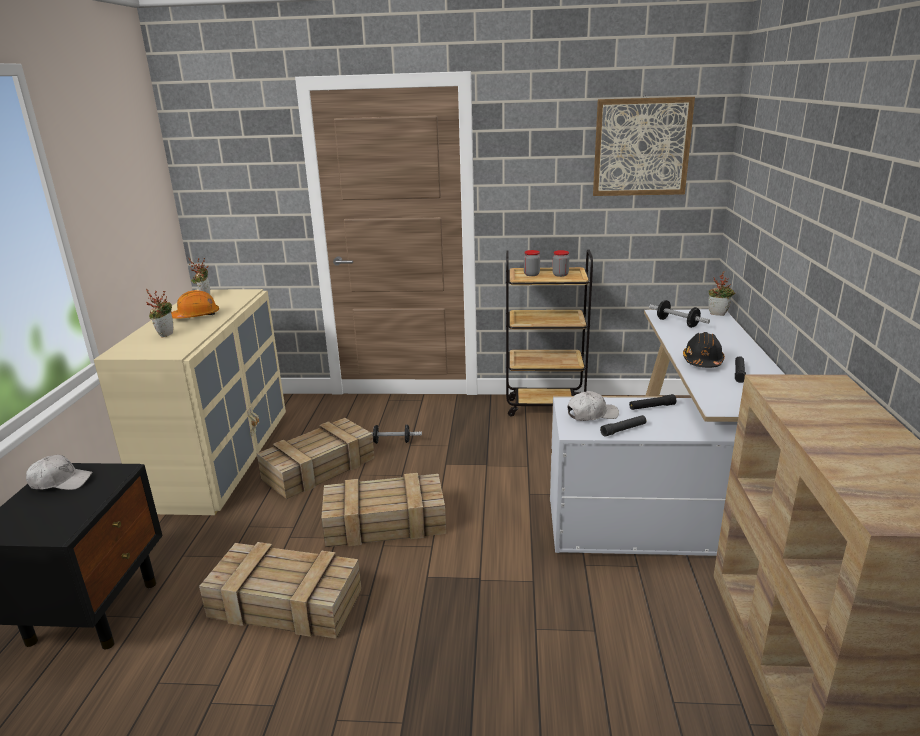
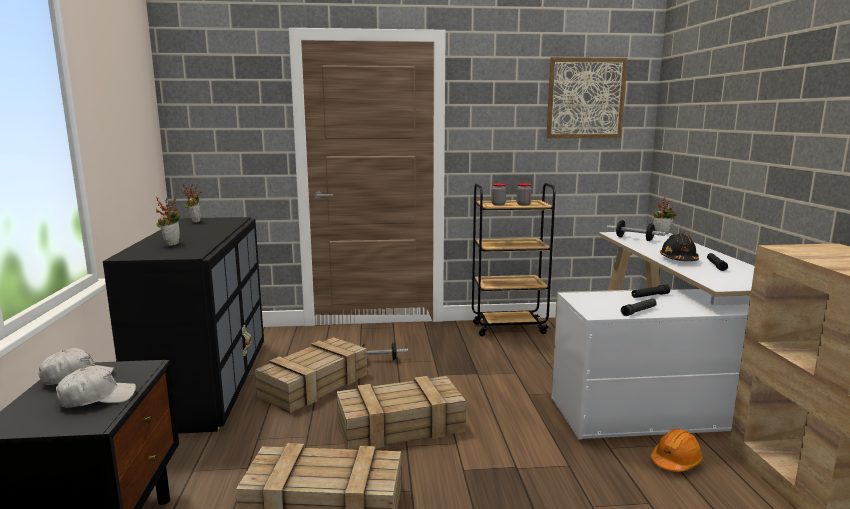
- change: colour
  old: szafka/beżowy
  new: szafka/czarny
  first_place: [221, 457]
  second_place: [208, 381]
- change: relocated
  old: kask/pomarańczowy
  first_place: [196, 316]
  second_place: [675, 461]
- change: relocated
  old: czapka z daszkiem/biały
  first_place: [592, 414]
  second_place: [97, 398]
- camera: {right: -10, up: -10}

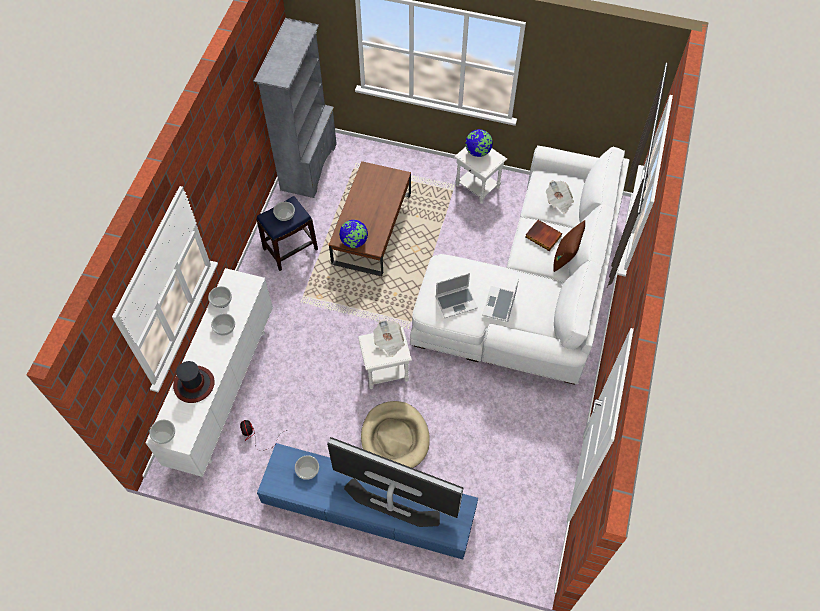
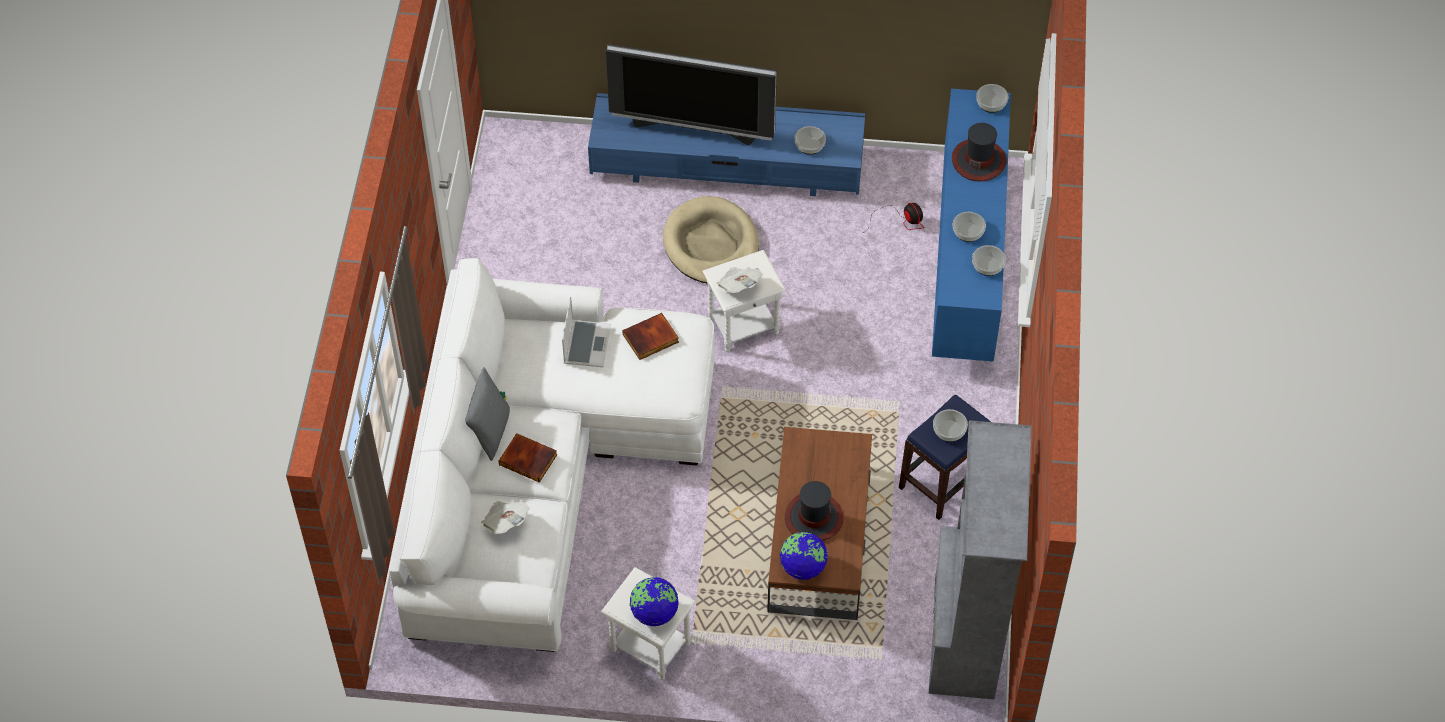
- change: colour
  old: szafka/biały
  new: szafka/niebieski
  first_place: [223, 391]
  second_place: [967, 267]
- change: relocated
  old: globus
  first_place: [354, 242]
  second_place: [802, 567]
- change: exchanged
  old: laptop
  new: książka
  first_place: [456, 302]
  second_place: [650, 339]
- change: colour
  old: poduszka/brązowy
  new: poduszka/szary
  first_place: [565, 257]
  second_place: [490, 432]
- change: appeared
  new: kapelusz
  second_place: [813, 518]
- camera: {right: 170, up: -5}

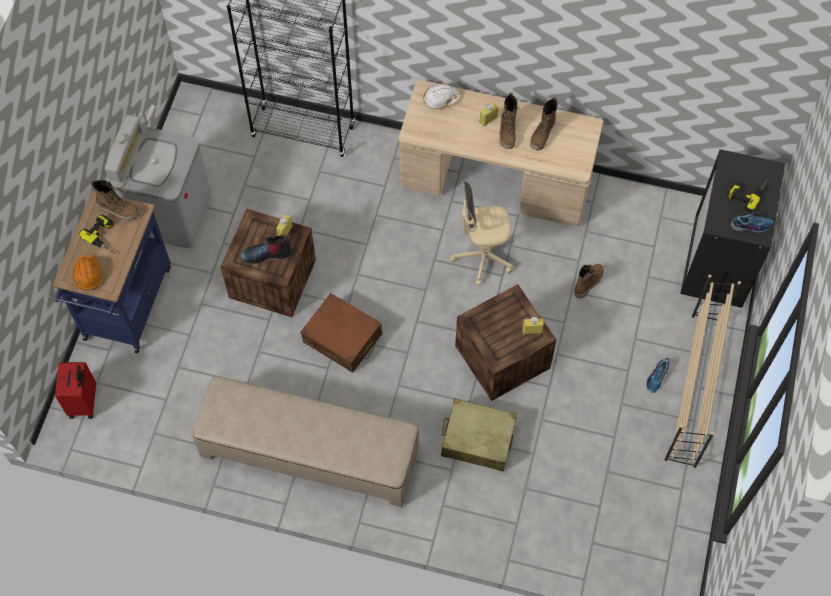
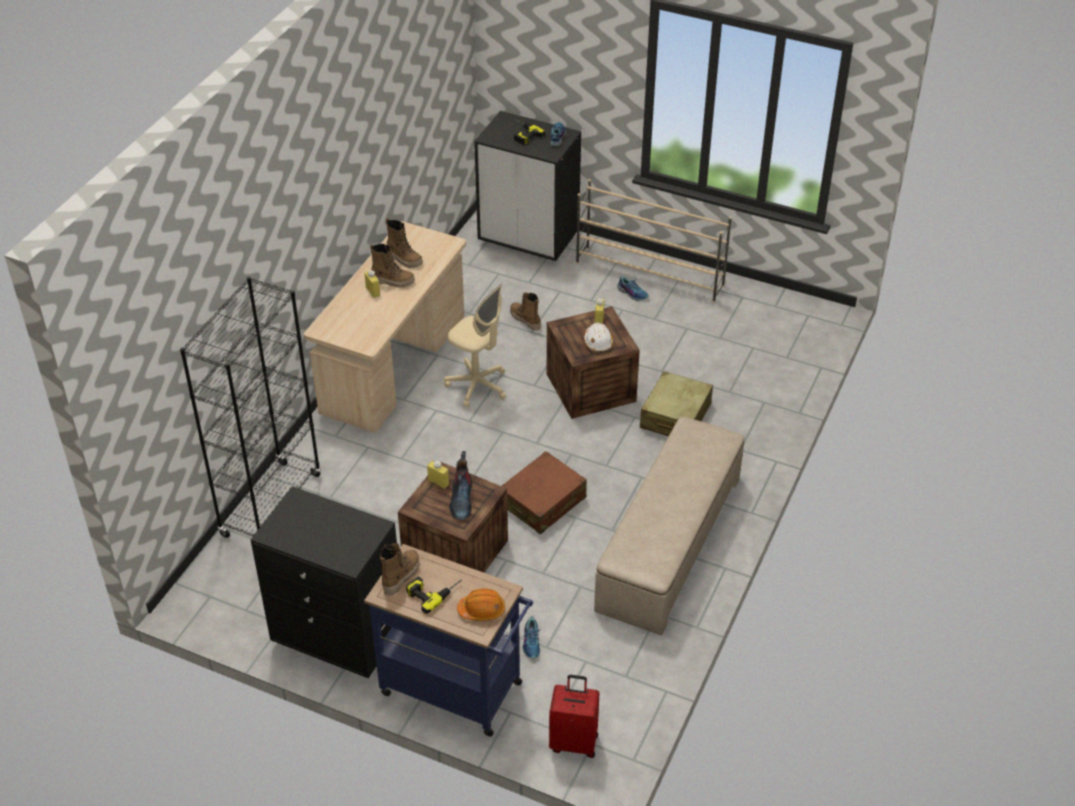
- change: exchanged
  old: pralka/szary
  new: szafka/czarny
  first_place: [170, 212]
  second_place: [337, 638]
- change: relocated
  old: kask/biały
  first_place: [440, 99]
  second_place: [598, 342]
- change: spun
  old: krzesło biurowe/beżowy
  first_place: [482, 257]
  second_place: [477, 386]
  degrees: -60
- change: appeared
  new: but
  second_place: [532, 642]
- camera: {right: -80, up: -20}

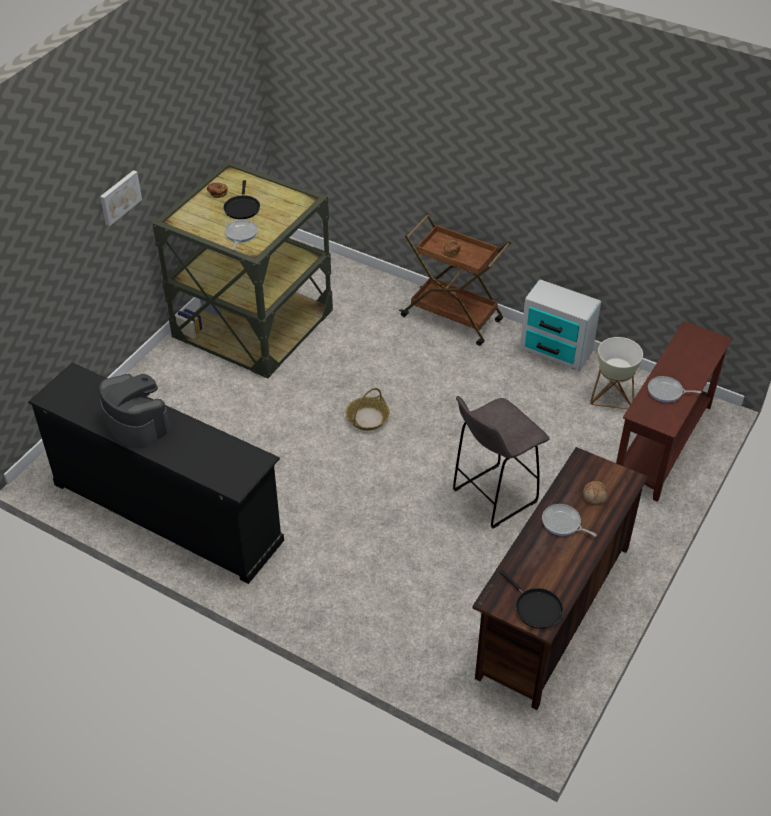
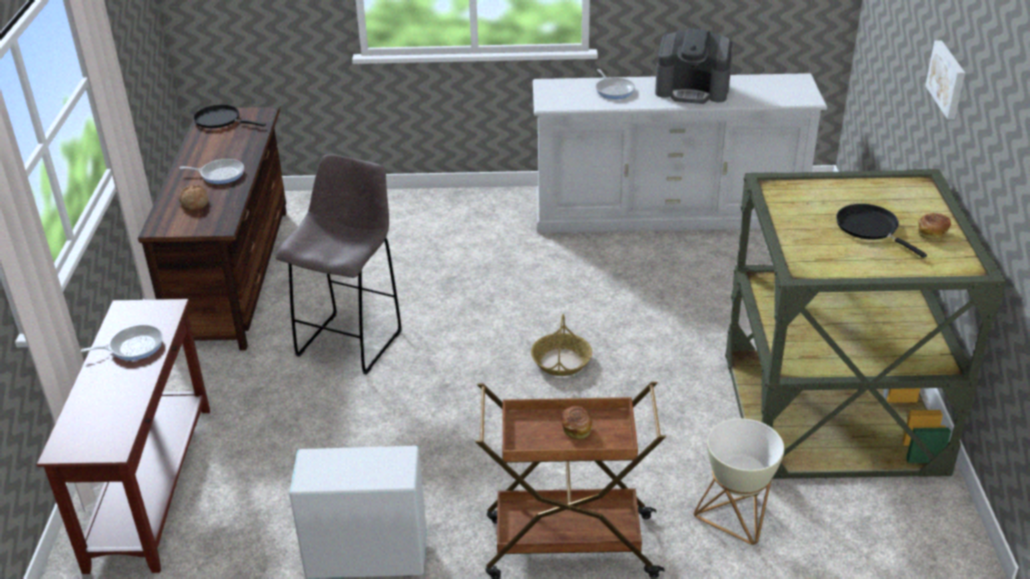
- change: colour
  old: szafka/czarny
  new: szafka/biały
  first_place: [166, 511]
  second_place: [668, 212]
- change: relocated
  old: patelnia
  first_place: [240, 235]
  second_place: [614, 90]
- change: relocated
  old: donica
  first_place: [612, 397]
  second_place: [734, 520]
- camera: {right: 150, up: -10}

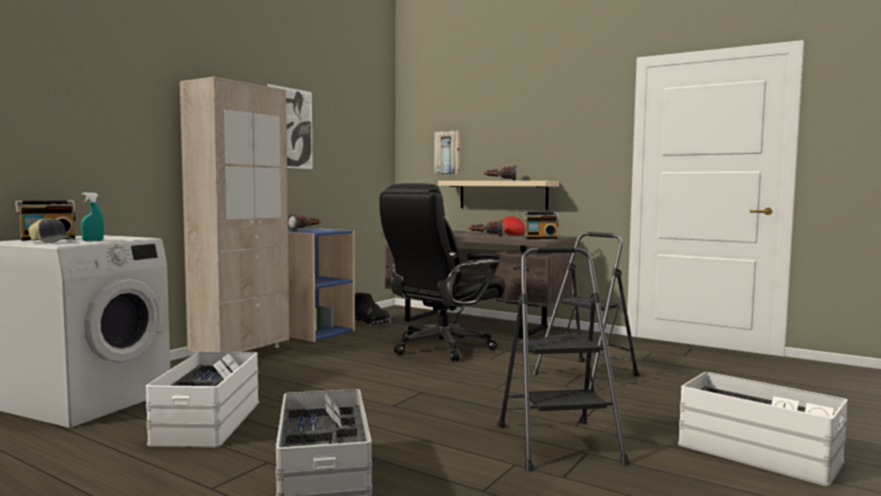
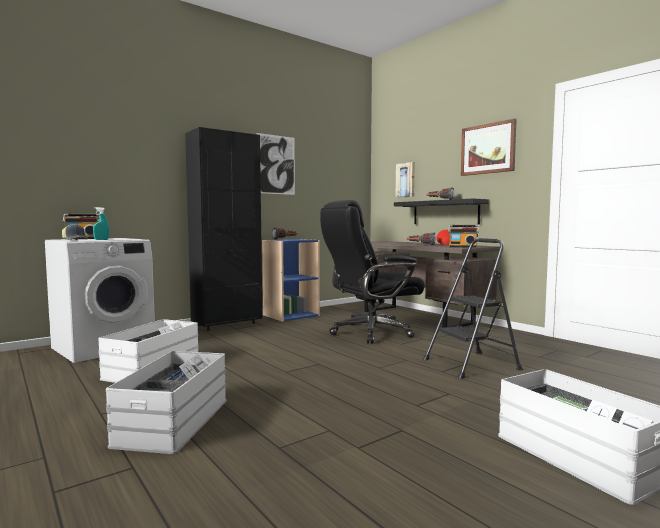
- change: colour
  old: szafka/beżowy
  new: szafka/czarny
  first_place: [241, 351]
  second_place: [227, 324]
- change: missing
  old: but z cholewką/czarny
  first_place: [371, 322]
- change: colour
  old: półka/beżowy
  new: półka/czarny
  first_place: [503, 195]
  second_place: [445, 212]
- change: missing
  old: drabinka/czarny
  first_place: [557, 441]
- change: appeared
  new: obraz
  second_place: [488, 149]
- camera: {right: 20, up: 0}

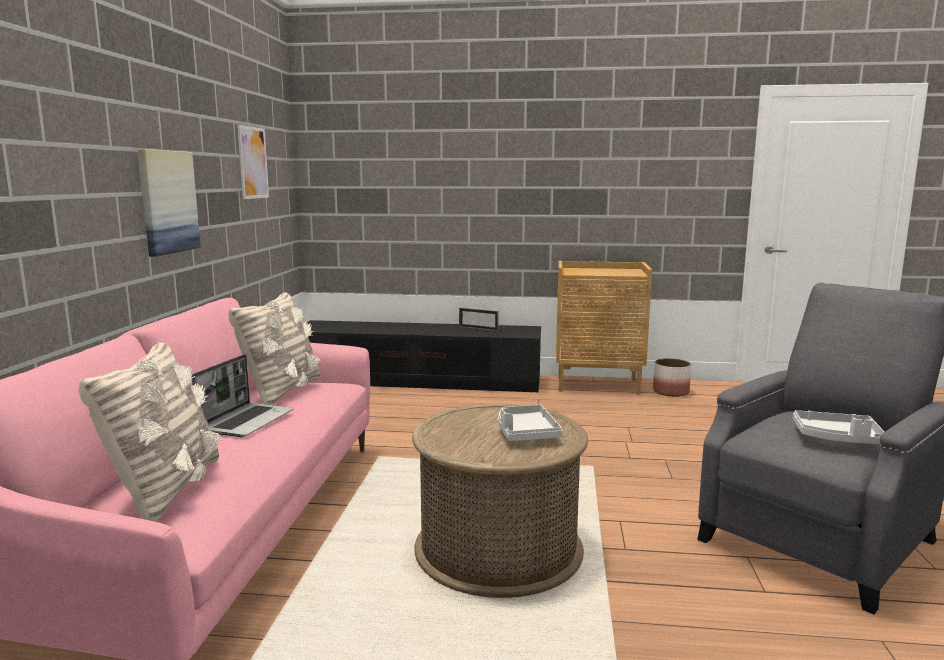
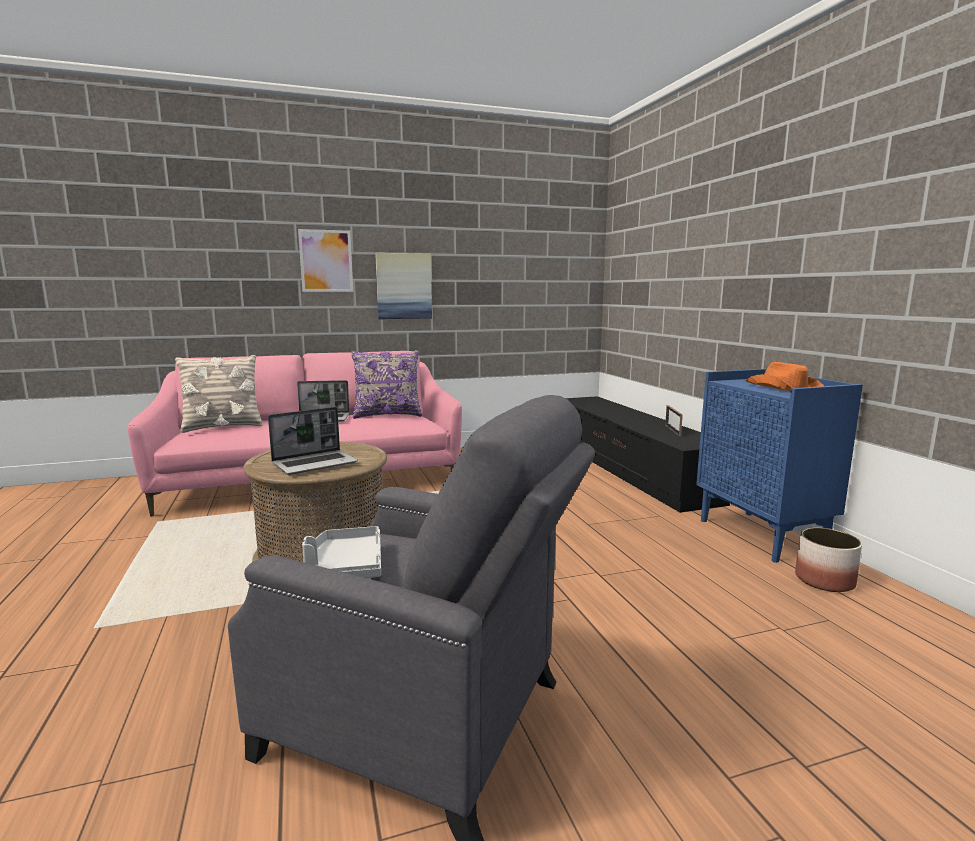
- change: colour
  old: poduszka/beżowy
  new: poduszka/fioletowy
  first_place: [283, 392]
  second_place: [387, 416]
- change: relocated
  old: obraz
  first_place: [253, 162]
  second_place: [326, 261]
- change: exchanged
  old: taca/szary
  new: laptop
  first_place: [525, 433]
  second_place: [315, 463]
- change: colour
  old: szafka/brązowy
  new: szafka/niebieski
  first_place: [598, 385]
  second_place: [761, 536]
- change: appeared
  new: kapelusz/pomarańczowy
  second_place: [783, 388]
- camera: {right: 65, up: 0}

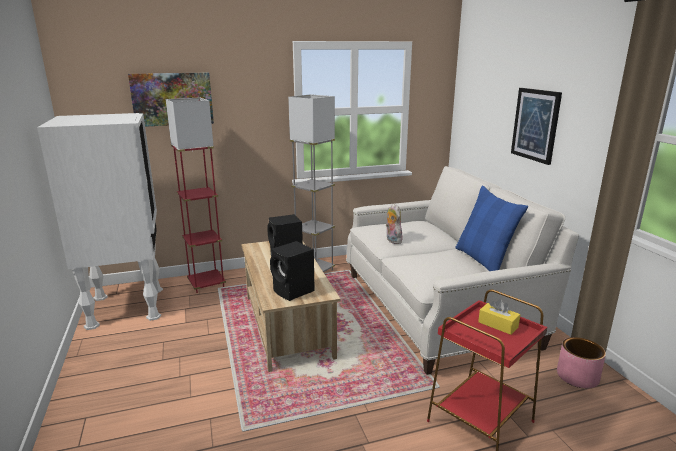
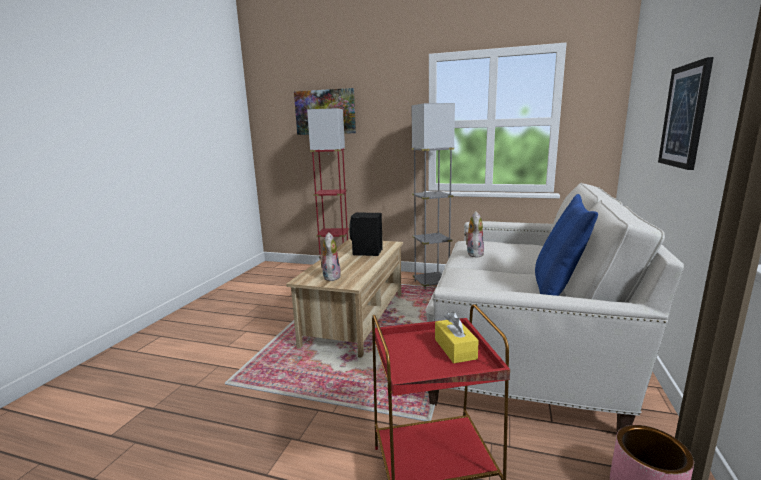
- change: missing
  old: szafka/biały
  first_place: [127, 306]
- change: exchanged
  old: głośnik/czarny
  new: pluszak
  first_place: [294, 291]
  second_place: [330, 276]
- camera: {right: 35, up: -5}

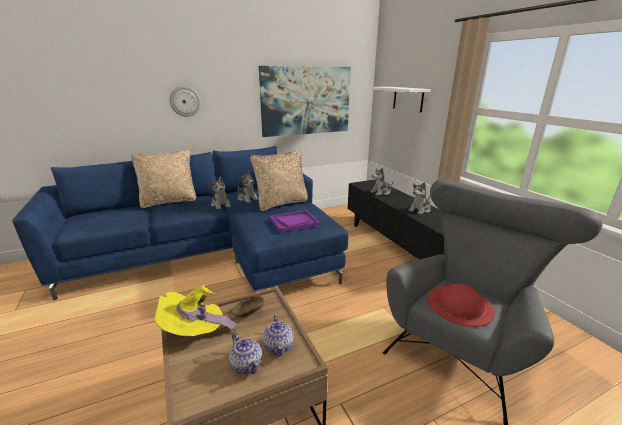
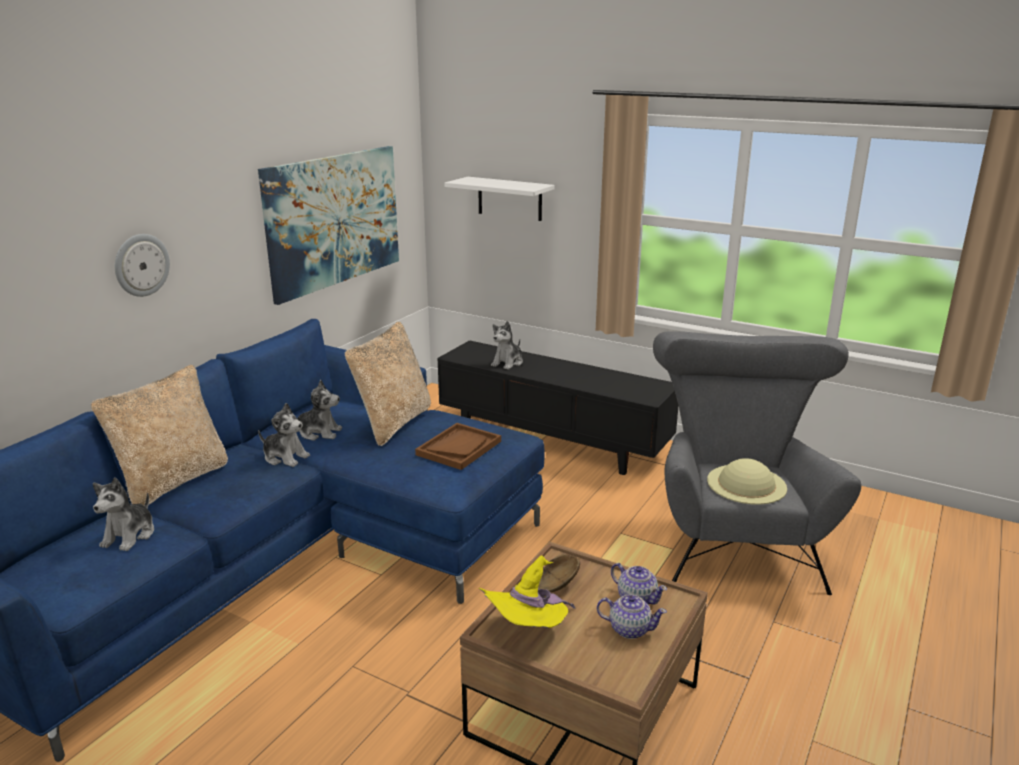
- change: colour
  old: taca/fioletowy
  new: taca/brązowy
  first_place: [294, 222]
  second_place: [459, 448]
- change: relocated
  old: pluszak
  first_place: [420, 210]
  second_place: [130, 535]
- change: colour
  old: kapelusz/czerwony
  new: kapelusz/beżowy
  first_place: [459, 304]
  second_place: [746, 484]
- camera: {right: -35, up: 0}

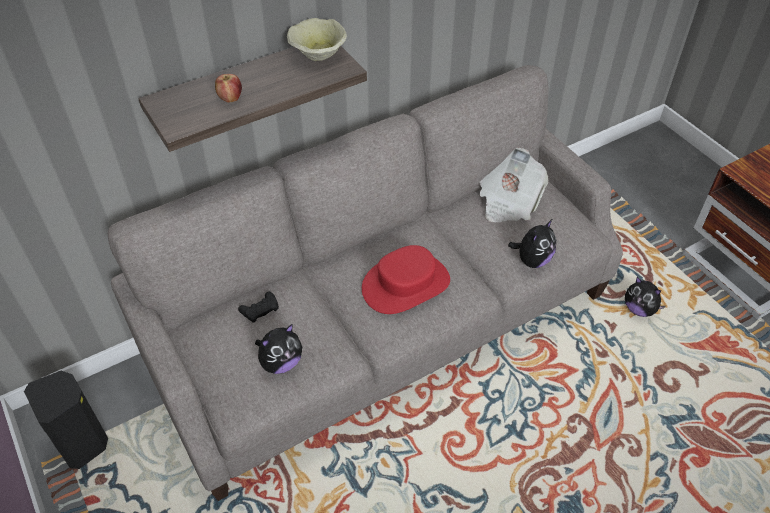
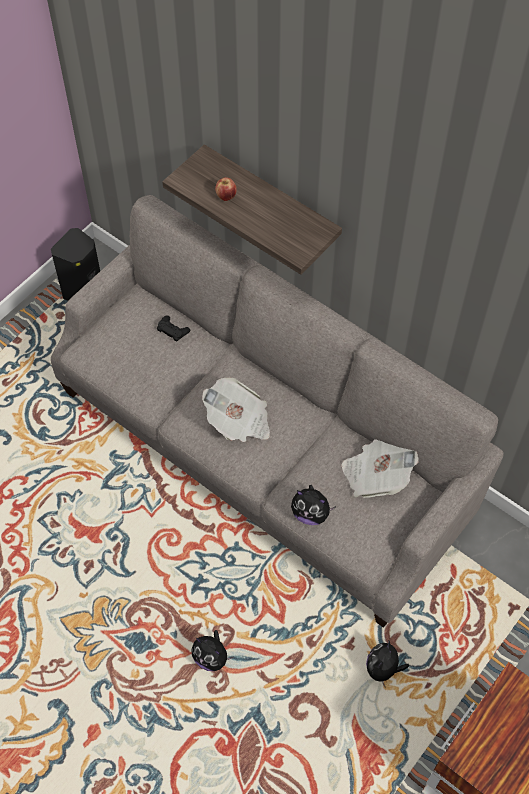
- change: relocated
  old: pluszak
  first_place: [281, 363]
  second_place: [211, 657]
- change: missing
  old: miska/beżowy
  first_place: [317, 54]
- change: exchanged
  old: kapelusz/czerwony
  new: gazeta
  first_place: [406, 284]
  second_place: [238, 421]
- camera: {right: 70, up: 10}

